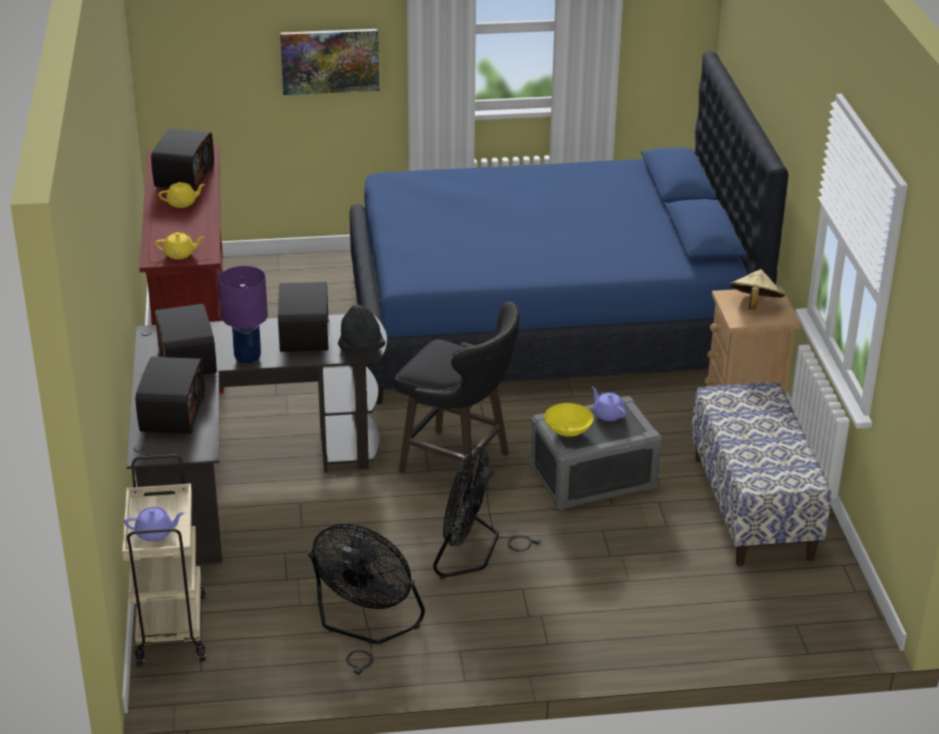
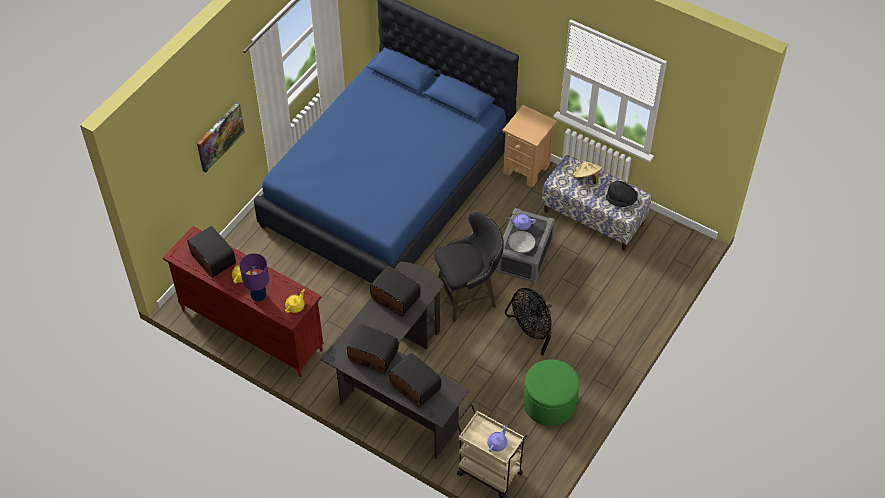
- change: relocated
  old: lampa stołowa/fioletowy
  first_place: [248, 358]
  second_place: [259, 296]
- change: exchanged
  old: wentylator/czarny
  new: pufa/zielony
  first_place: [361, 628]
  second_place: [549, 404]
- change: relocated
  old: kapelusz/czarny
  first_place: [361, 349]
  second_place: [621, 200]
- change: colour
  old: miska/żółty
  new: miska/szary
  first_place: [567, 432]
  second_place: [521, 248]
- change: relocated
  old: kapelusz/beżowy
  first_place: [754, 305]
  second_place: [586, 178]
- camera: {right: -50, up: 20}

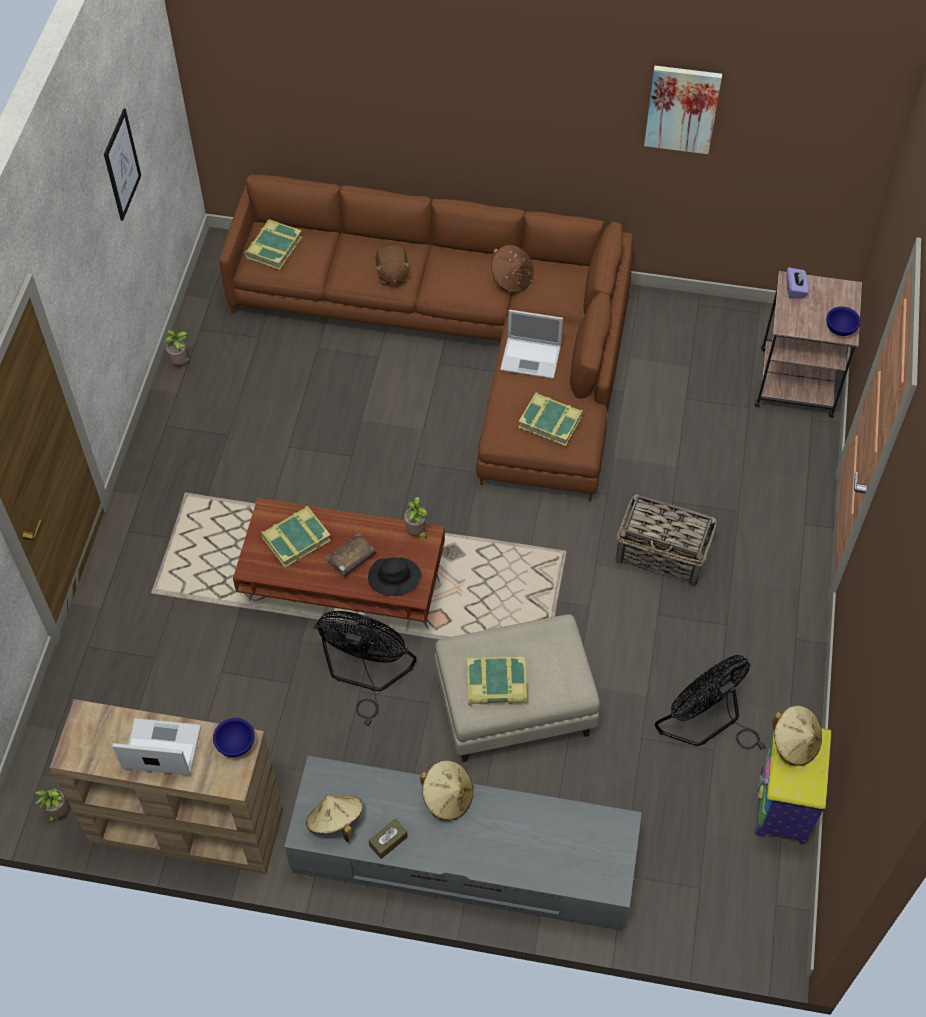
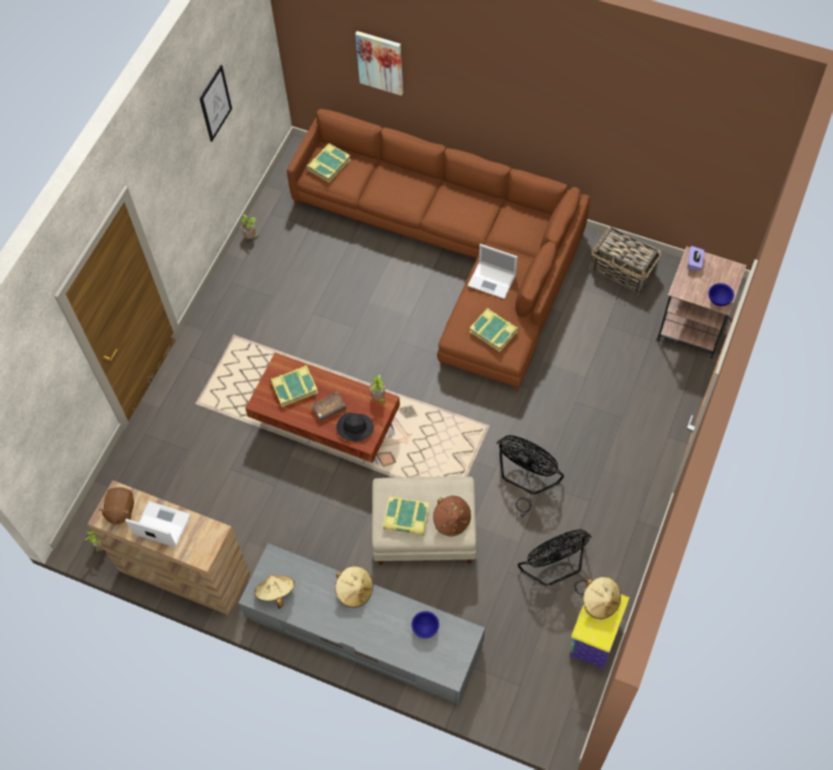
- change: relocated
  old: miska/niebieski
  first_place: [236, 745]
  second_place: [425, 628]
- change: relocated
  old: wentylator/czarny
  first_place: [364, 674]
  second_place: [525, 480]
- change: missing
  old: pudełko chusteczek/brązowy
  first_place: [388, 841]
- change: relocated
  old: pluszak/brązowy
  first_place: [392, 274]
  second_place: [120, 510]
- change: relocated
  old: kapelusz/brązowy
  first_place: [511, 278]
  second_place: [452, 520]
- change: relocated
  old: koszyk
  first_place: [663, 555]
  second_place: [623, 271]
- change: relocated
  old: obraz
  first_place: [682, 108]
  second_place: [380, 62]
- camera: {right: 15, up: 5}

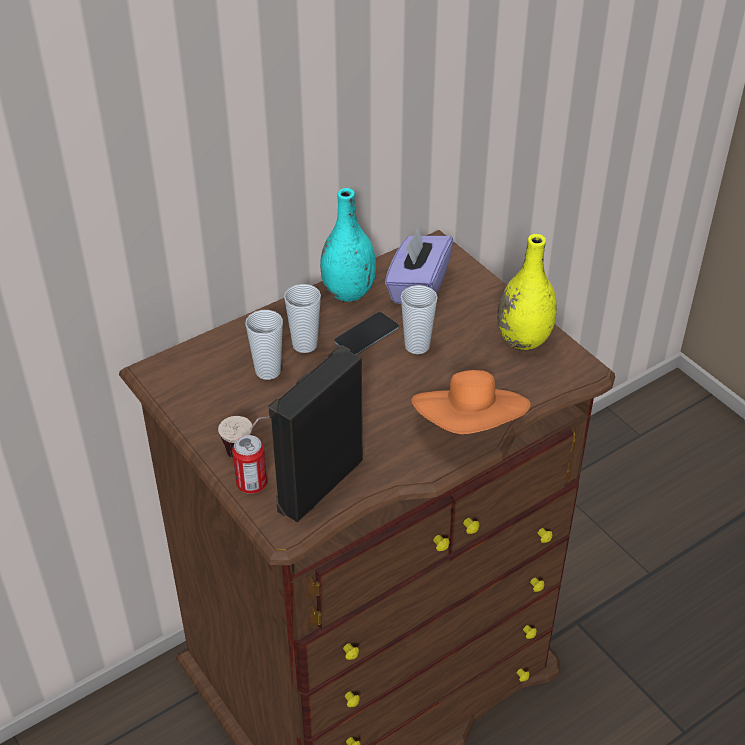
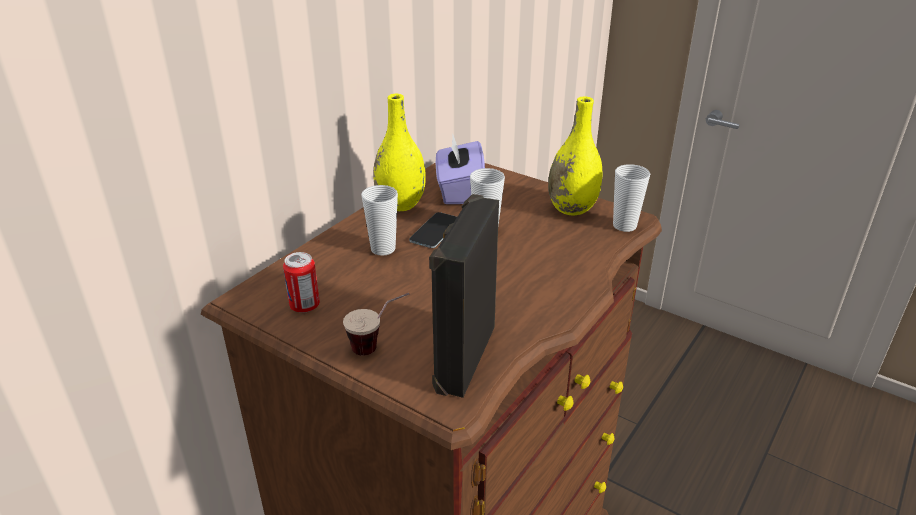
- change: relocated
  old: puszka
  first_place: [251, 484]
  second_place: [304, 306]
- change: relocated
  old: filiżanka
  first_place: [268, 371]
  second_place: [624, 226]
- change: colour
  old: wazon/turkusowy
  new: wazon/żółty
  first_place: [348, 292]
  second_place: [400, 205]
- change: missing
  old: kapelusz/pomarańczowy
  first_place: [470, 426]
- camera: {right: -20, up: -10}

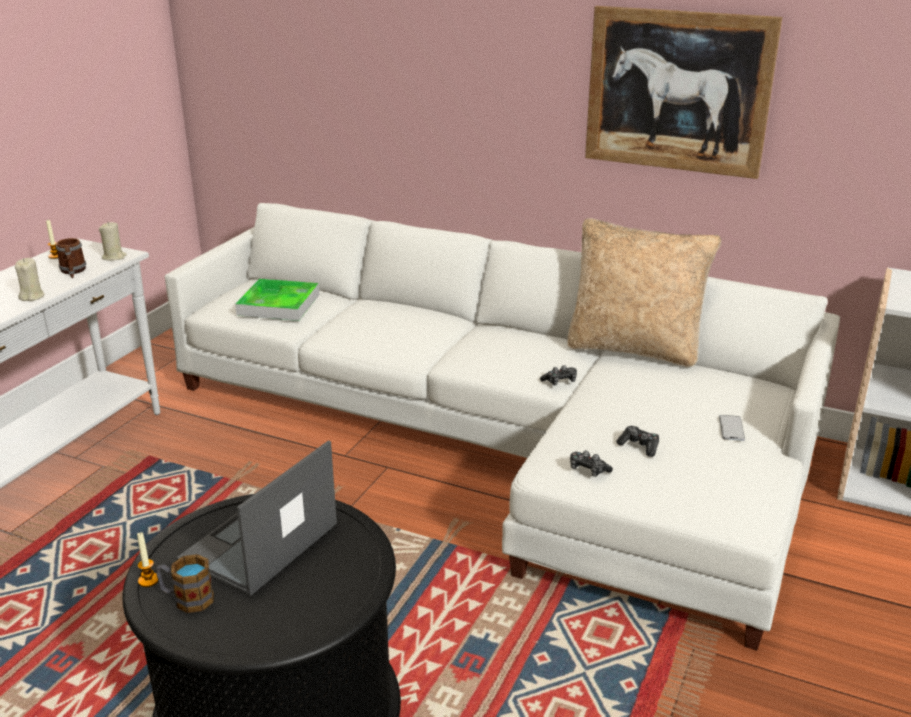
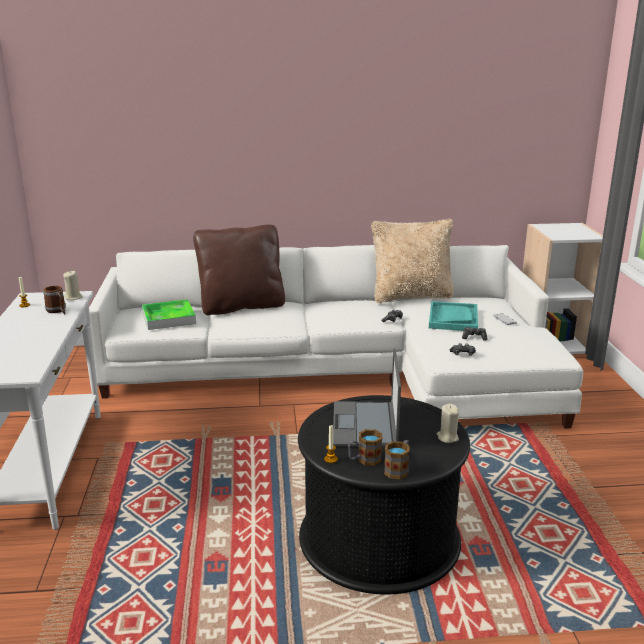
- change: relocated
  old: świeca/beżowy
  first_place: [32, 296]
  second_place: [447, 437]
- change: missing
  old: obraz
  first_place: [677, 91]
- change: appeared
  new: poduszka/brązowy
  second_place: [241, 306]
- change: appeared
  new: kubek
  second_place: [398, 469]
- change: appeared
  new: taca/turkusowy
  second_place: [453, 318]
- camera: {right: -30, up: -5}

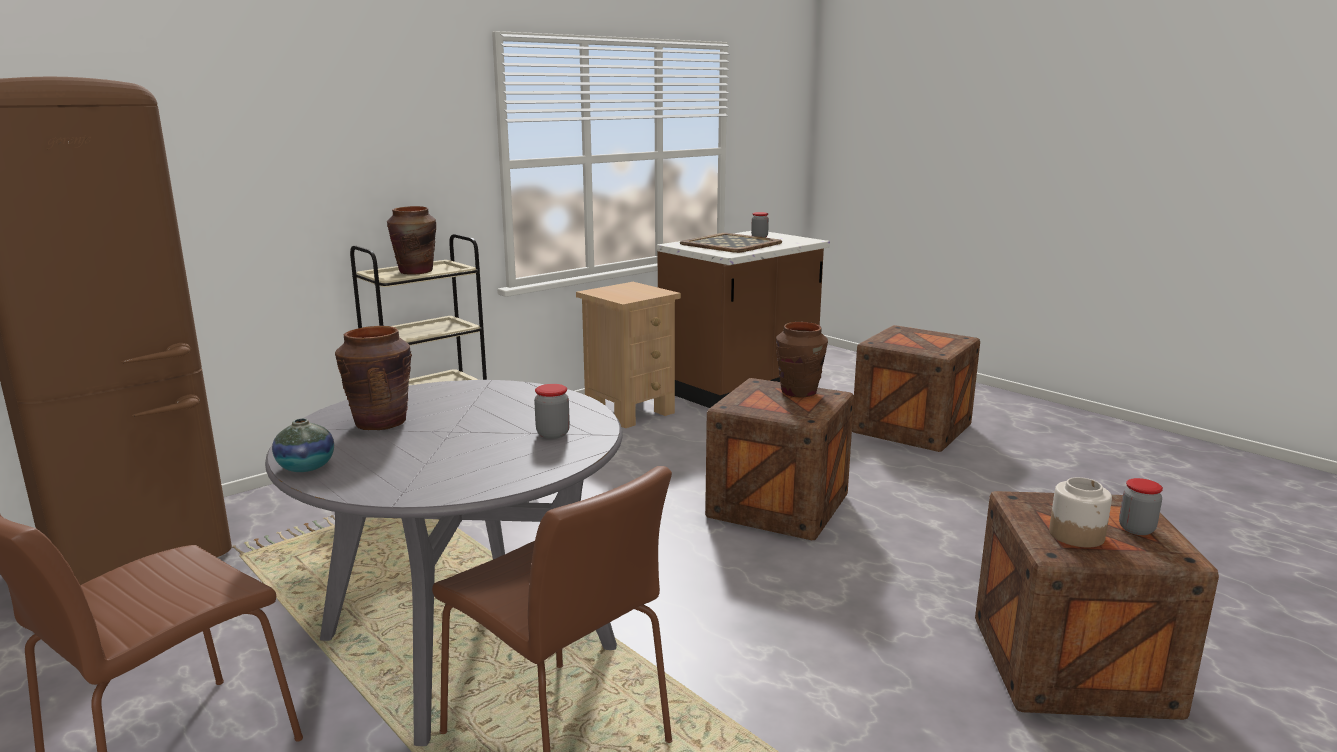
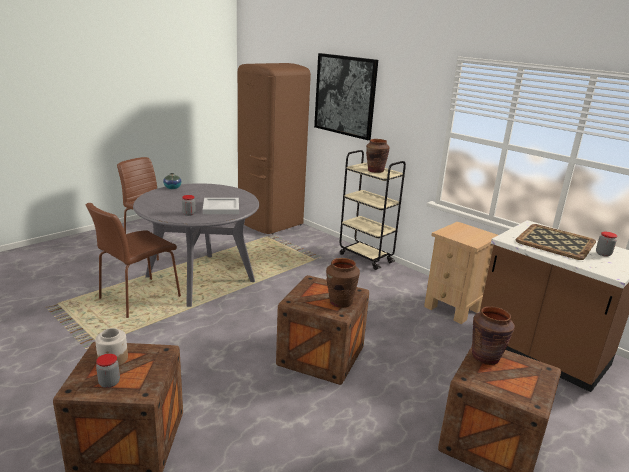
- change: relocated
  old: wazon/brązowy
  first_place: [380, 423]
  second_place: [485, 357]
- change: appeared
  new: taca/biały
  second_place: [221, 208]
- change: appeared
  new: obraz
  second_place: [345, 95]
- camera: {right: 85, up: 5}

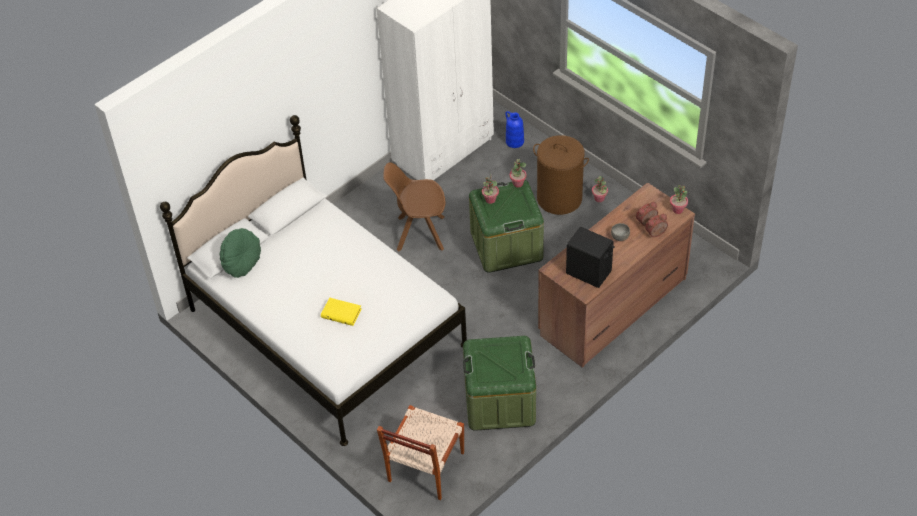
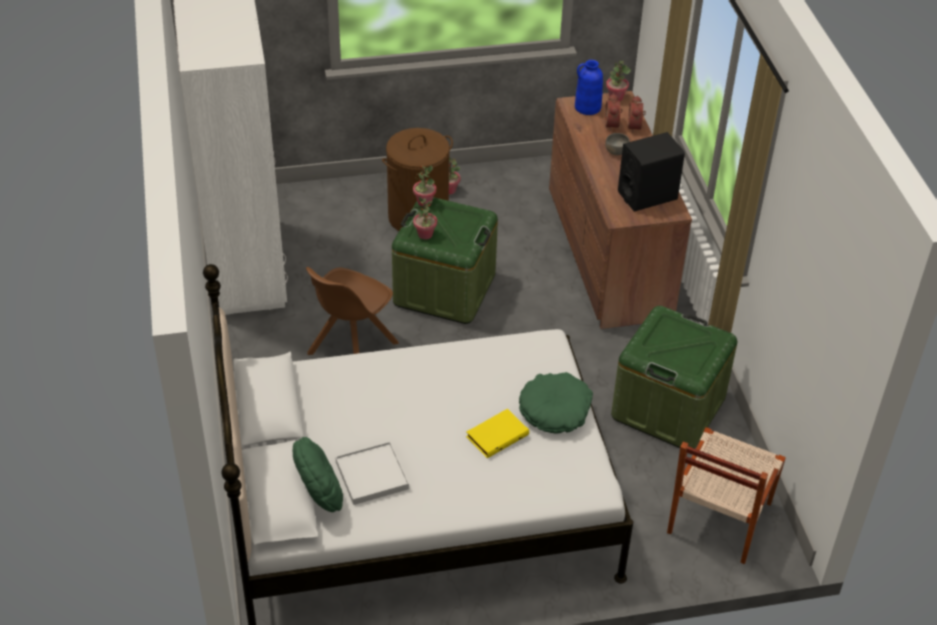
- change: spun
  old: krzesło
  first_place: [425, 469]
  second_place: [718, 521]
  degrees: 60
- change: relocated
  old: wazon/niebieski
  first_place: [514, 141]
  second_place: [587, 107]
- change: appeared
  new: taca/biały
  second_place: [372, 475]
- change: appeared
  new: poduszka/zielony
  second_place: [553, 410]
- camera: {right: -60, up: -5}

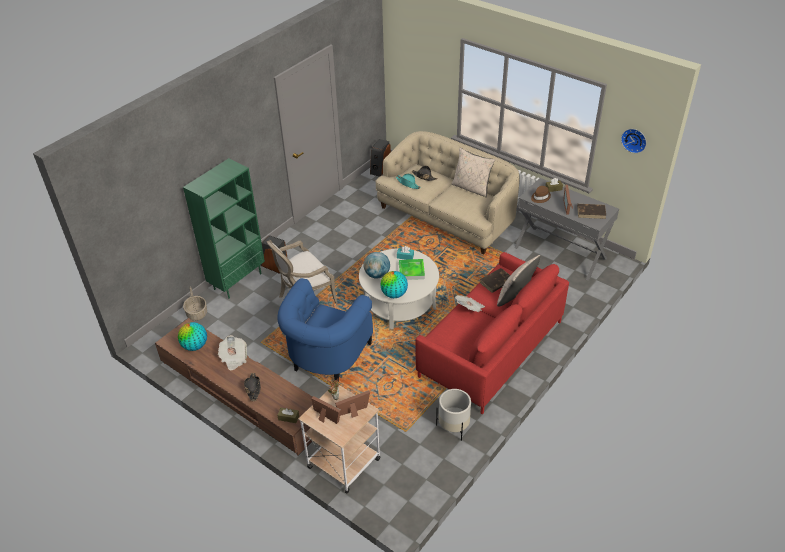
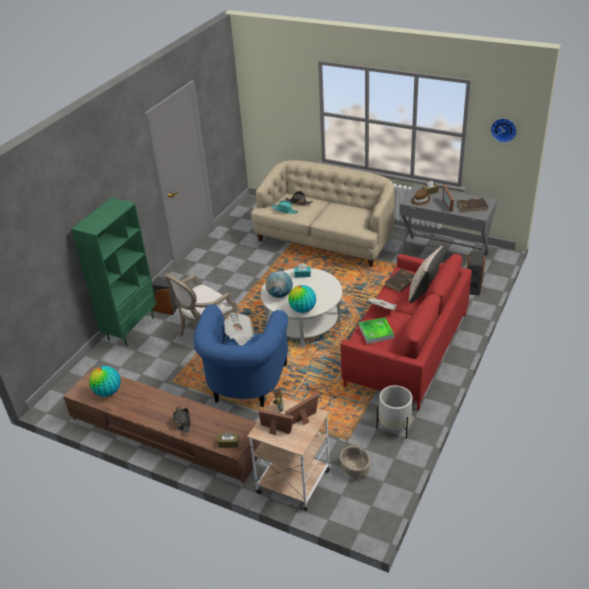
- change: relocated
  old: koszyk
  first_place: [196, 313]
  second_place: [354, 468]
- change: relocated
  old: gazeta
  first_place: [234, 358]
  second_place: [239, 335]
- change: relocated
  old: głośnik
  first_place: [380, 169]
  second_place: [473, 286]
- change: relocated
  old: taca
  first_place: [411, 271]
  second_place: [376, 332]
- change: missing
  old: poduszka/beżowy
  first_place: [471, 188]
- camera: {right: -10, up: -5}

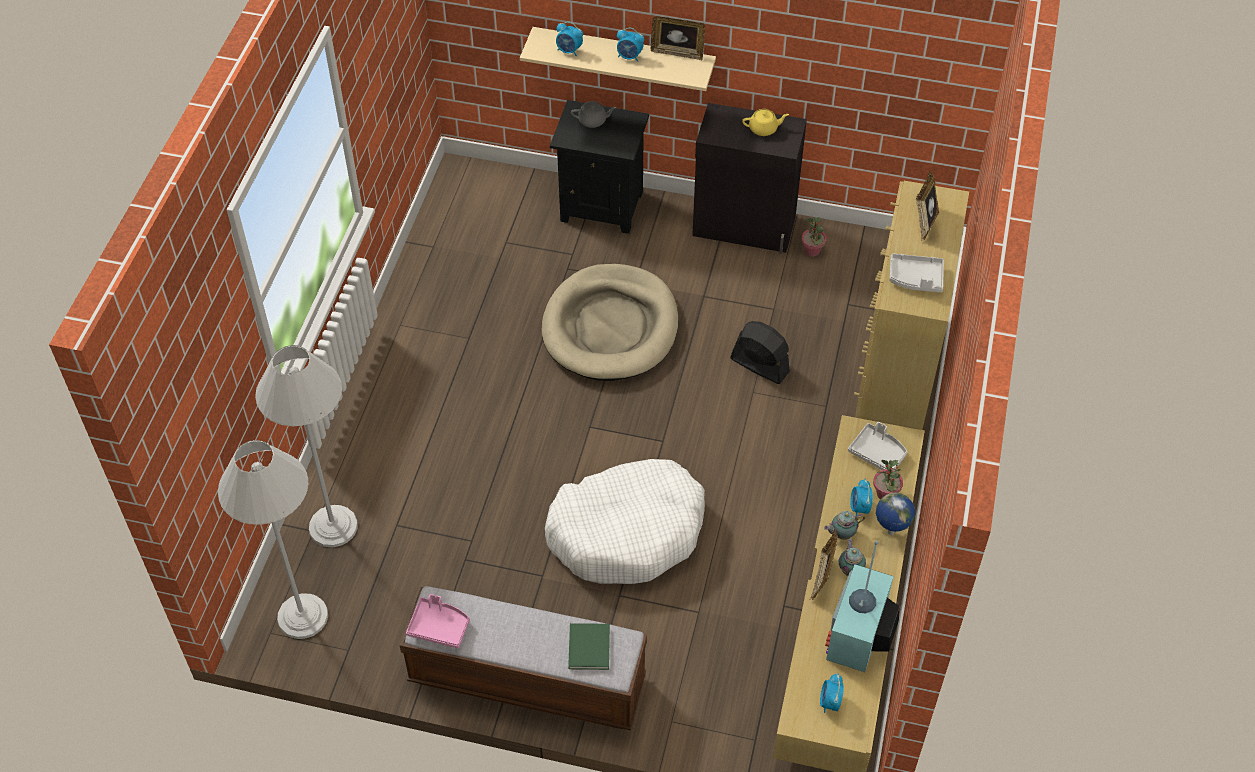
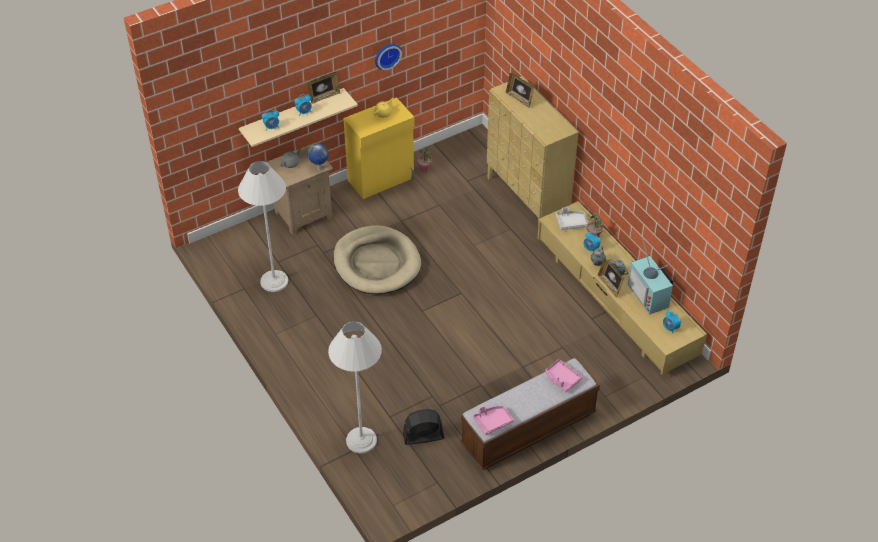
- change: relocated
  old: lampa stojąca/biały
  first_place: [302, 616]
  second_place: [274, 281]
- change: missing
  old: legowisko/biały
  first_place: [627, 532]
- change: colour
  old: szafka nocna/czarny
  new: szafka nocna/beżowy
  first_place: [602, 208]
  second_place: [305, 215]
- change: exchanged
  old: książka/zielony
  new: taca/różowy
  first_place: [589, 646]
  second_place: [562, 379]
- change: colour
  old: szafka/czarny
  new: szafka/żółty
  first_place: [744, 227]
  second_place: [382, 179]
- change: relocated
  old: wentylator/czarny
  first_place: [759, 365]
  second_place: [423, 436]
- change: relocated
  old: globus
  first_place: [890, 533]
  second_place: [319, 169]
- change: missing
  old: taca/szary
  first_place: [915, 278]
- change: appeared
  new: zegar ścienny
  second_place: [387, 55]
- camera: {right: -45, up: -5}

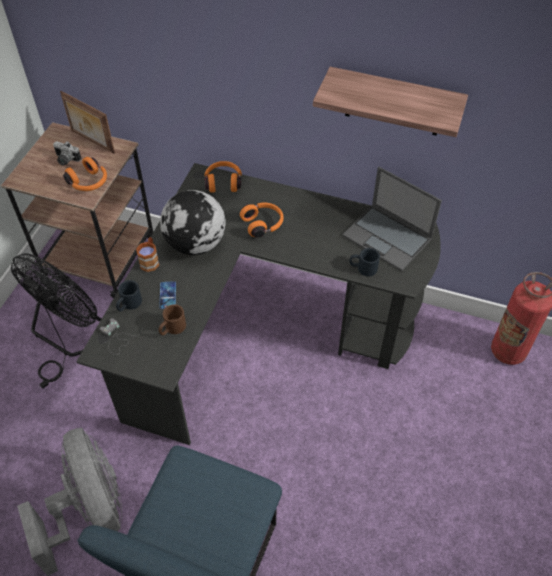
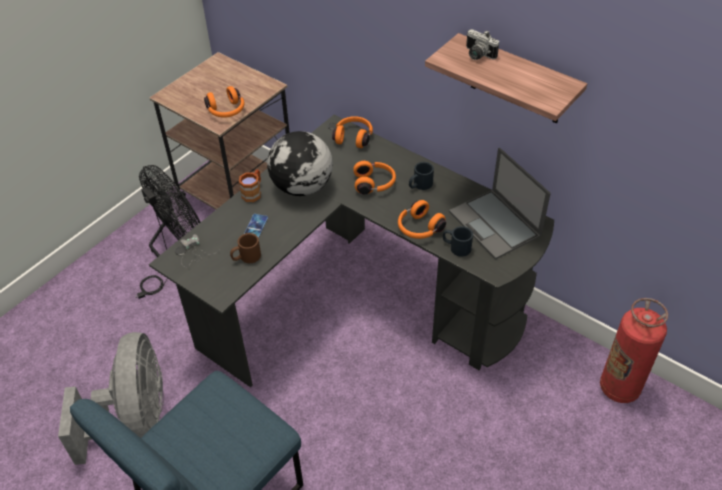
- change: relocated
  old: aparat fotograficzny
  first_place: [66, 160]
  second_place: [477, 55]
- change: missing
  old: ramka na zdjęcie
  first_place: [92, 142]
- change: relocated
  old: kubek/czarny
  first_place: [128, 304]
  second_place: [419, 185]
- change: appeared
  new: słuchawki/pomarańczowy
  second_place: [419, 228]
- camera: {right: 20, up: -5}

